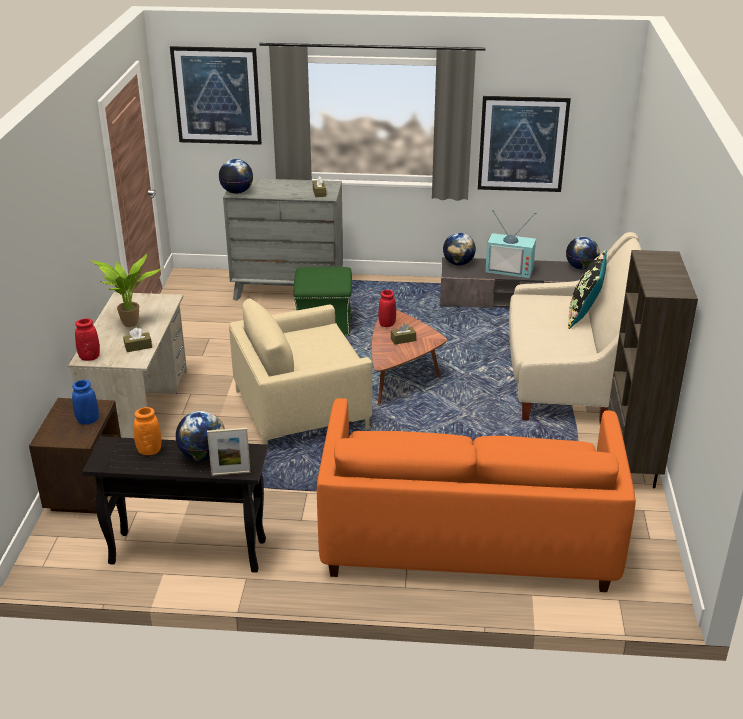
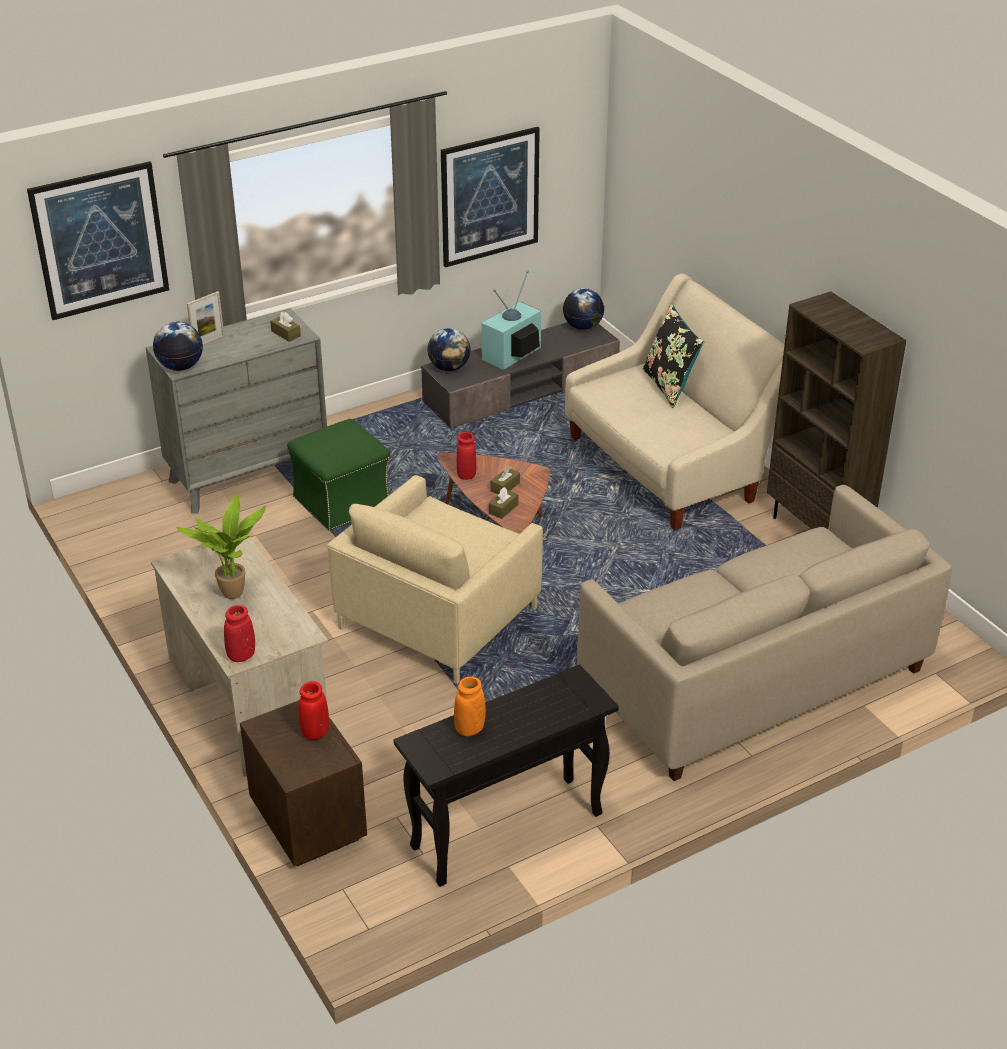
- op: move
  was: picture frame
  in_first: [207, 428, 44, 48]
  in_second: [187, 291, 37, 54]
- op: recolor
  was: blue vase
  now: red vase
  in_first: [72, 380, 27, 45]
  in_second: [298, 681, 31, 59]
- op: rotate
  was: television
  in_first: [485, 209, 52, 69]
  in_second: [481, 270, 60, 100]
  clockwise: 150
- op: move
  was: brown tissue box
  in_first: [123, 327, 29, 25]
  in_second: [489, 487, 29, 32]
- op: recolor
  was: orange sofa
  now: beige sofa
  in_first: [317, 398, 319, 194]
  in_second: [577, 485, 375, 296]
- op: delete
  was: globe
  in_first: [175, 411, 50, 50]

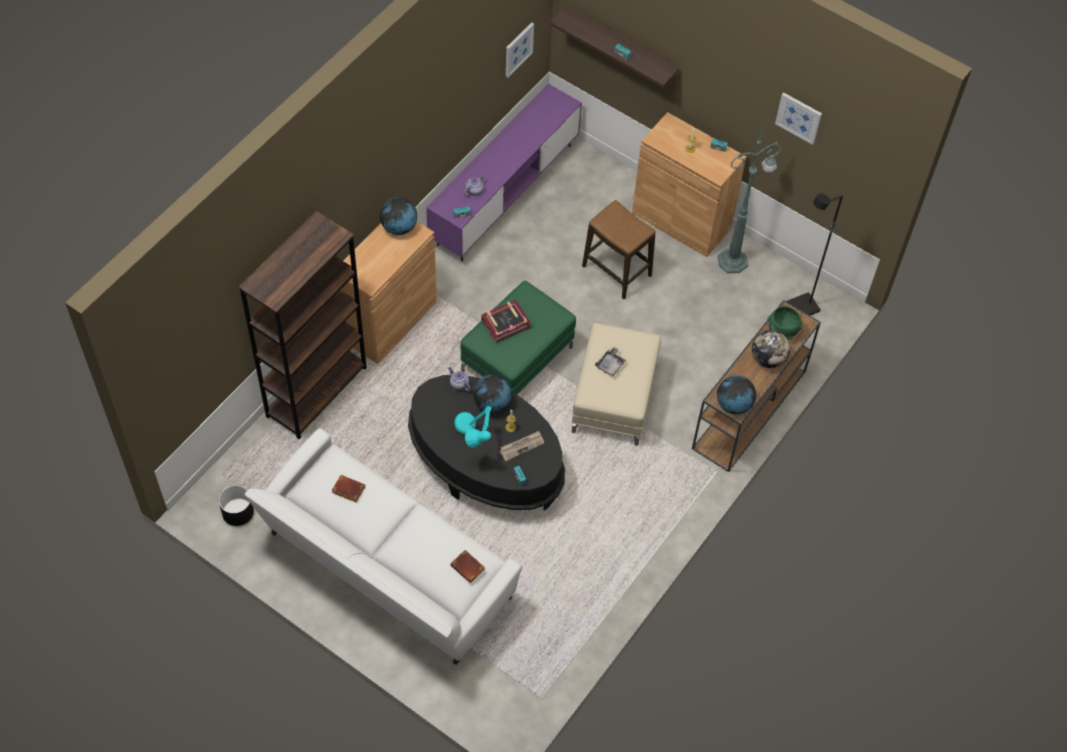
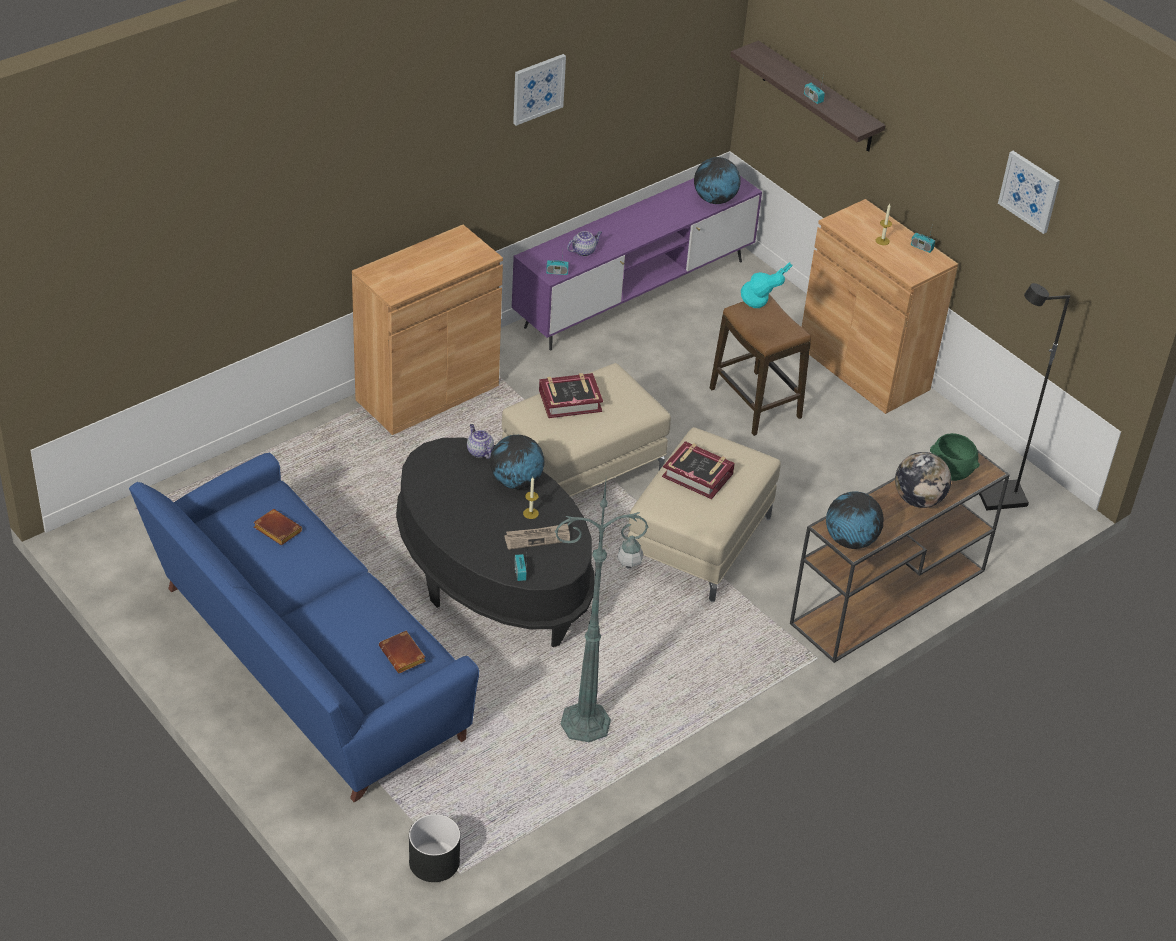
- op: recolor
  was: white sofa
  now: blue sofa
  in_first: [245, 428, 277, 237]
  in_second: [129, 453, 350, 349]
- op: move
  was: black planter
  in_first: [219, 485, 35, 41]
  in_second: [409, 814, 51, 68]
- op: recolor
  was: green ottoman
  now: beige ottoman
  in_first: [460, 281, 116, 113]
  in_second: [502, 363, 169, 134]
- op: move
  was: picture
  in_first: [506, 22, 28, 55]
  in_second: [513, 54, 53, 72]
- op: move
  was: green floor lamp
  in_first: [717, 130, 64, 143]
  in_second: [555, 481, 94, 261]
- op: replace
  was: grey tray
  now: book
  in_first: [595, 346, 31, 30]
  in_second: [662, 441, 73, 58]
- op: move
  was: globe
  in_first: [380, 197, 37, 38]
  in_second: [694, 157, 47, 47]
- op: move
  was: turquoise table lamp
  in_first: [454, 406, 38, 42]
  in_second: [741, 262, 52, 46]
- op: delete
  was: brown bookcase
  in_first: [239, 211, 128, 228]

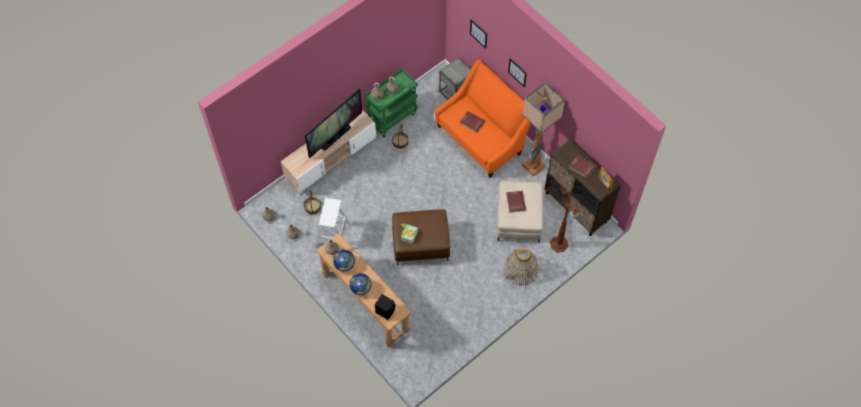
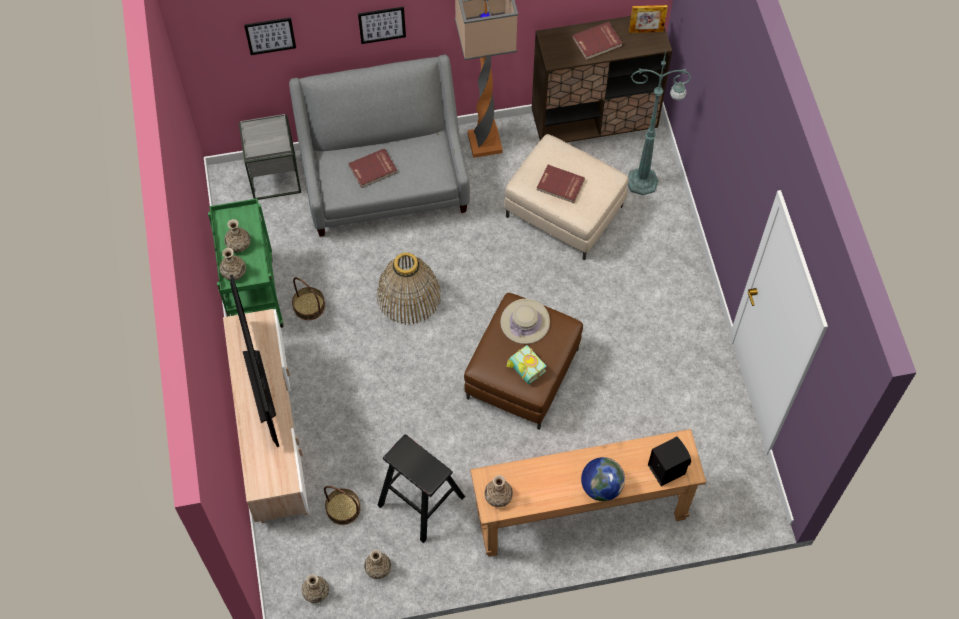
- op: recolor
  was: orange sofa
  now: grey sofa
  in_first: [435, 59, 96, 119]
  in_second: [289, 55, 181, 182]
- op: move
  was: basket
  in_first: [504, 248, 35, 38]
  in_second: [377, 252, 64, 73]
- op: recolor
  was: white stool
  now: black stool
  in_first: [315, 198, 38, 48]
  in_second: [377, 434, 88, 109]
- op: insert
  now: beige hat
  in_second: [500, 299, 50, 45]
- op: recolor
  was: brown floor lamp
  now: green floor lamp
  in_first: [550, 185, 29, 68]
  in_second: [628, 51, 63, 144]
- op: delete
  was: globe
  in_first: [333, 250, 22, 21]

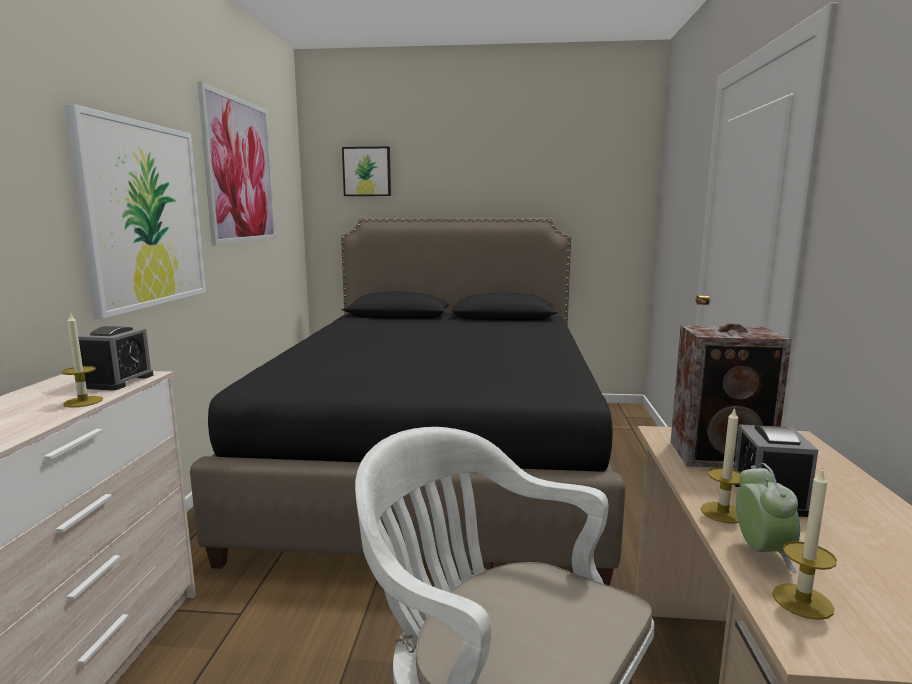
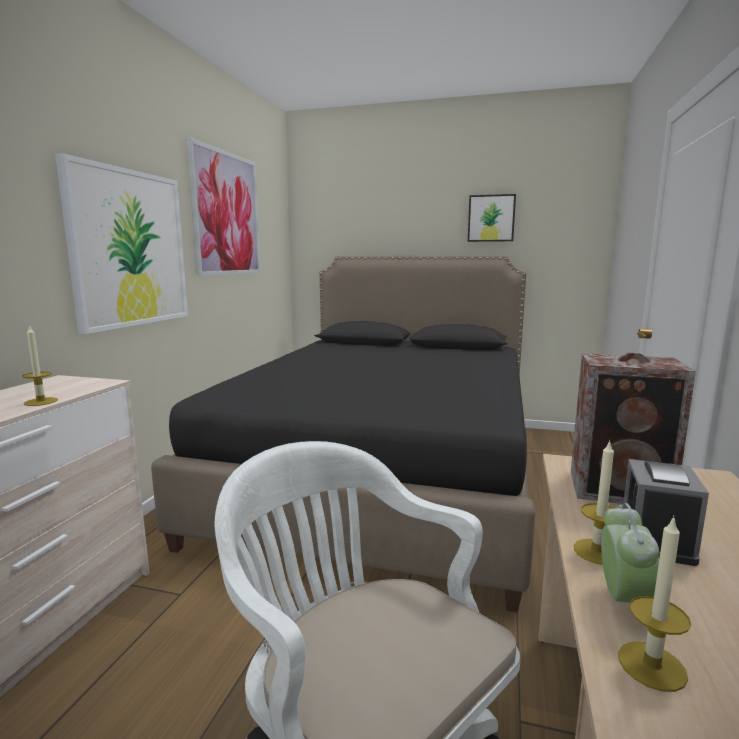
- op: move
  was: picture
  in_first: [342, 147, 49, 49]
  in_second: [468, 194, 48, 48]
- op: delete
  was: alarm clock
  in_first: [78, 326, 75, 65]

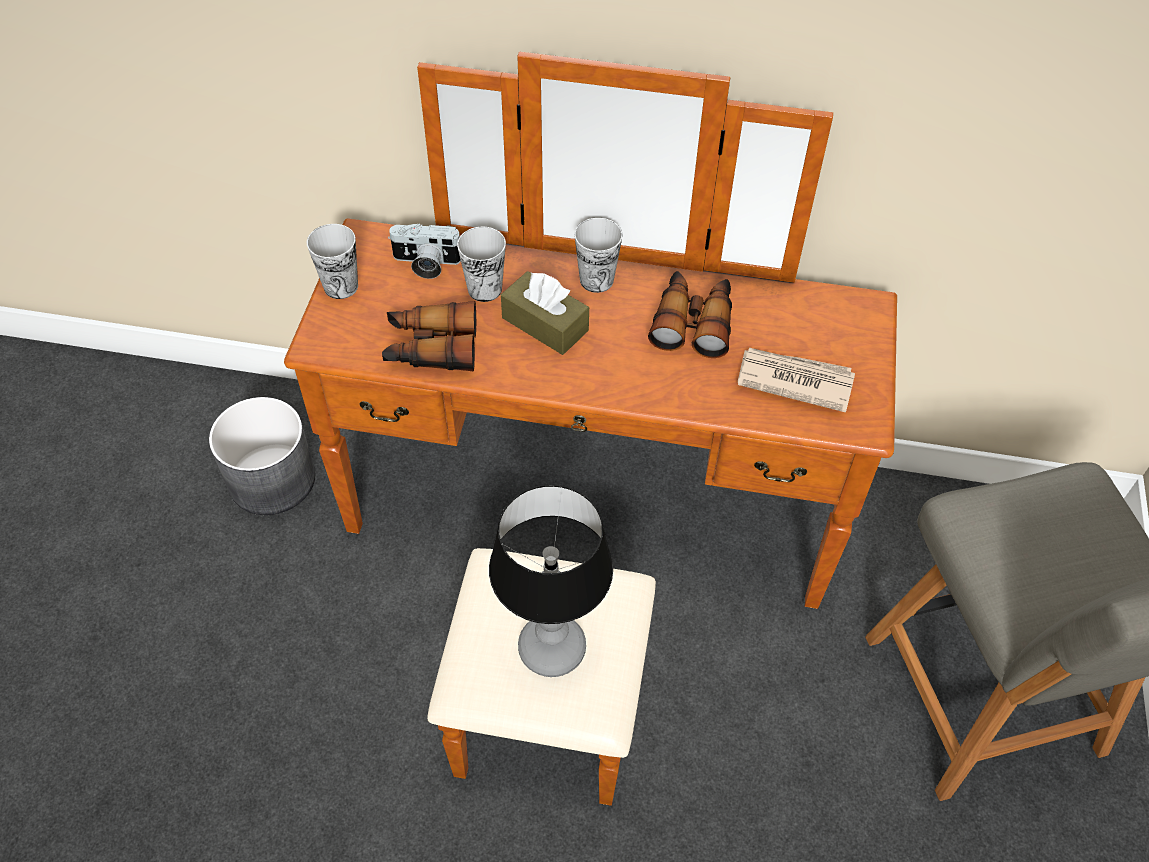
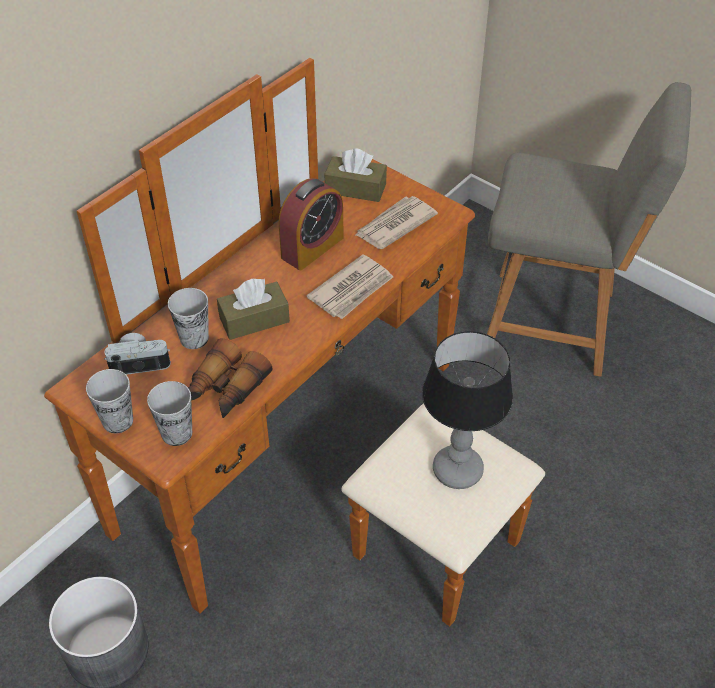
- op: rotate
  was: photo camera
  in_first: [388, 223, 73, 56]
  in_second: [104, 333, 67, 42]
  clockwise: -135
- op: move
  was: cup
  in_first: [574, 218, 49, 75]
  in_second: [147, 381, 45, 65]
- op: replace
  was: binoculars
  now: alarm clock
  in_first: [648, 271, 84, 87]
  in_second: [279, 178, 65, 92]
- op: insert
  now: newspaper
  in_second: [306, 255, 87, 64]
- op: insert
  now: brown tissue box
  in_second: [324, 148, 63, 54]

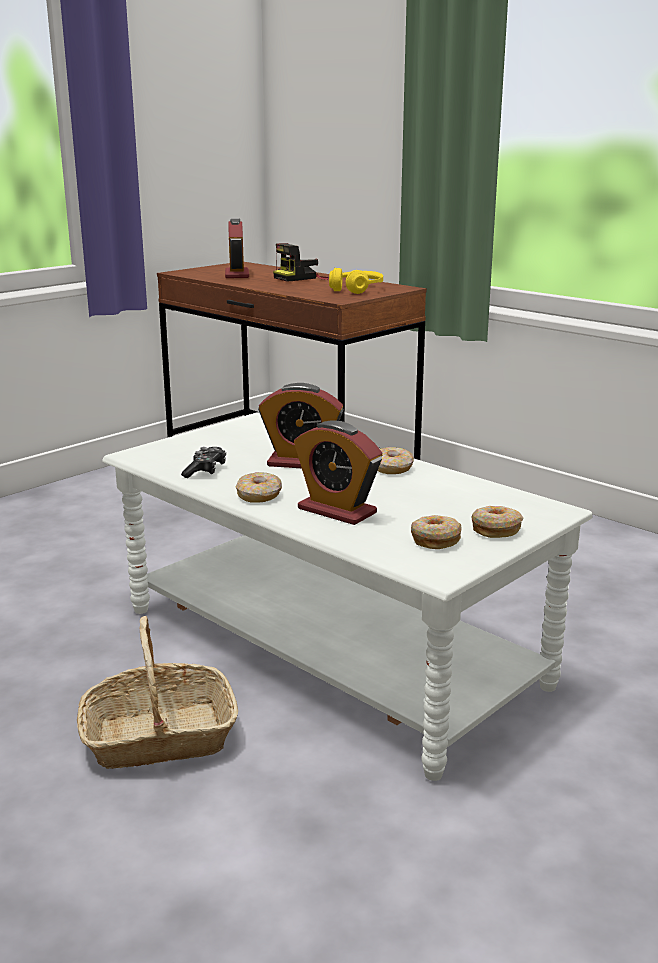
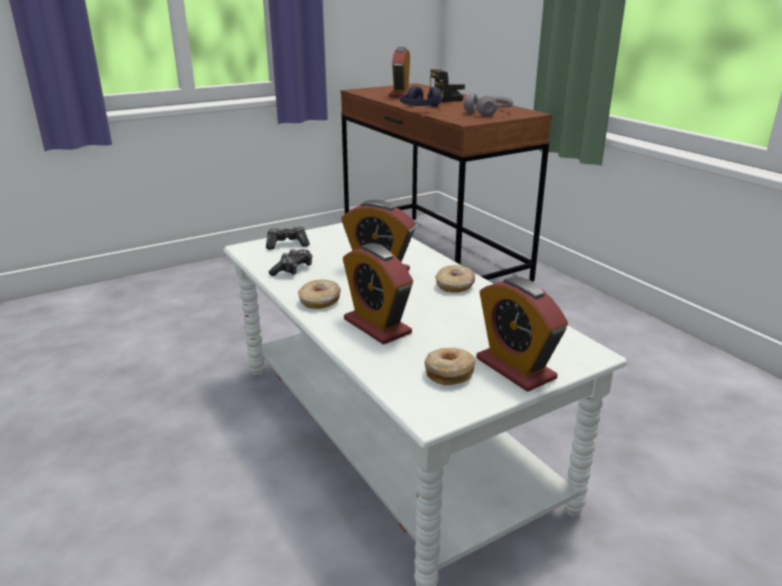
- op: insert
  now: game controller
  in_second: [266, 227, 44, 23]
- op: insert
  now: purple headphones
  in_second: [400, 86, 43, 21]
- op: recolor
  was: yellow headphones
  now: grey headphones
  in_first: [329, 268, 54, 26]
  in_second: [464, 93, 49, 24]
- op: replace
  was: donut
  now: alarm clock
  in_first: [471, 506, 52, 32]
  in_second: [476, 277, 92, 115]
- op: delete
  was: basket
  in_first: [77, 616, 161, 153]

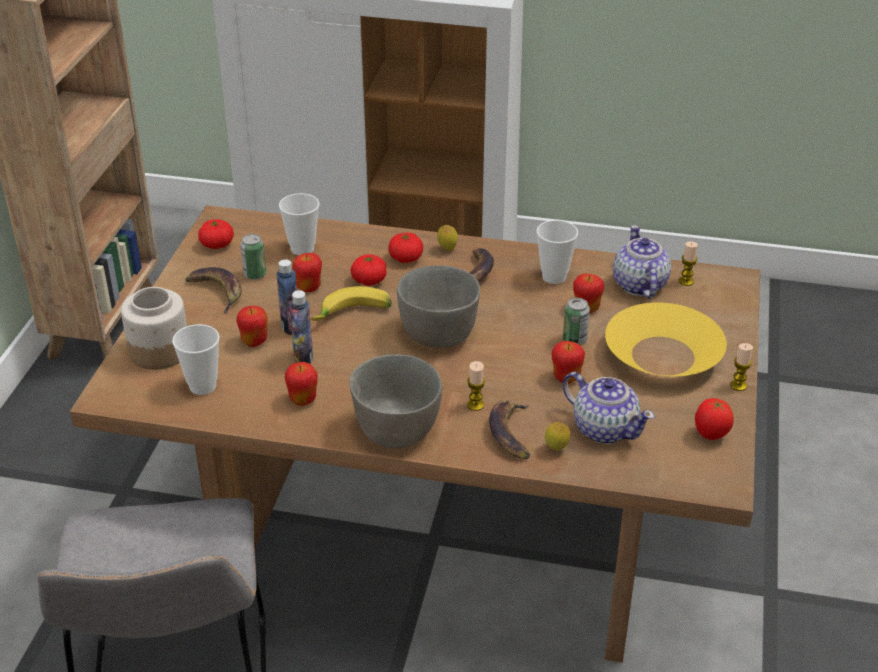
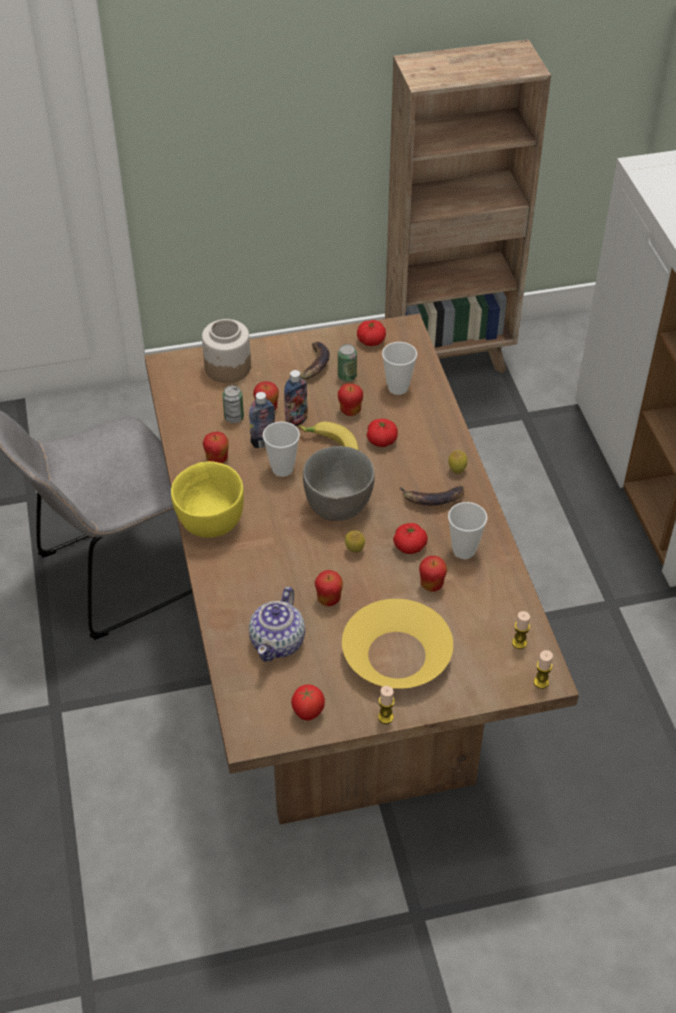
- op: recolor
  was: grey bowl
  now: yellow bowl
  in_first: [349, 354, 93, 95]
  in_second: [171, 461, 73, 77]
- op: move
  was: can
  in_first: [563, 298, 27, 47]
  in_second: [222, 385, 22, 38]
- op: move
  was: cup
  in_first: [172, 324, 48, 71]
  in_second: [263, 422, 37, 55]
- op: move
  was: lemon
  in_first: [545, 422, 25, 29]
  in_second: [345, 530, 20, 22]
- op: move
  was: tomato
  in_first: [388, 233, 35, 30]
  in_second: [393, 523, 35, 31]
- op: move
  was: candle
  in_first: [467, 361, 18, 50]
  in_second: [534, 650, 19, 39]
- op: delete
  was: banana
  in_first: [489, 400, 41, 59]
- op: delete
  was: teapot
  in_first: [613, 225, 58, 74]

